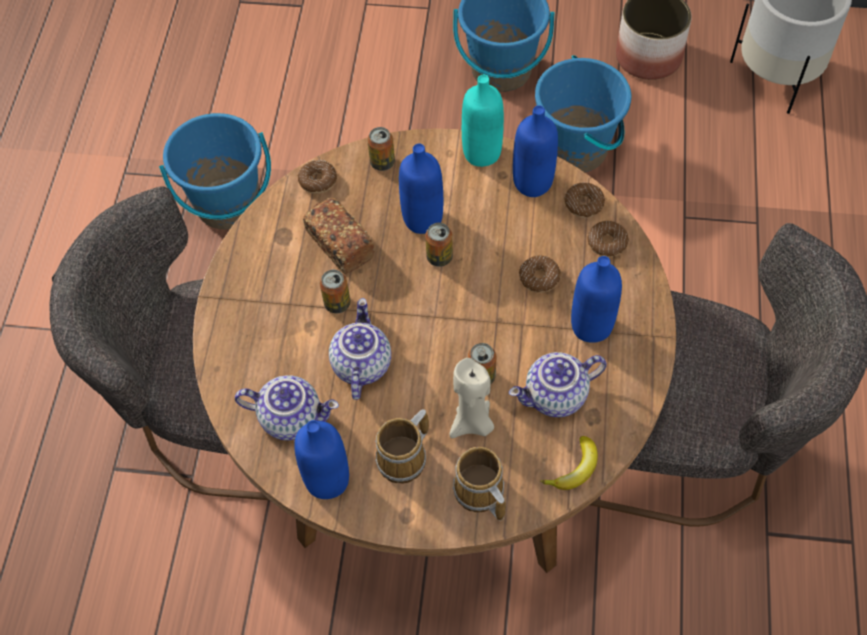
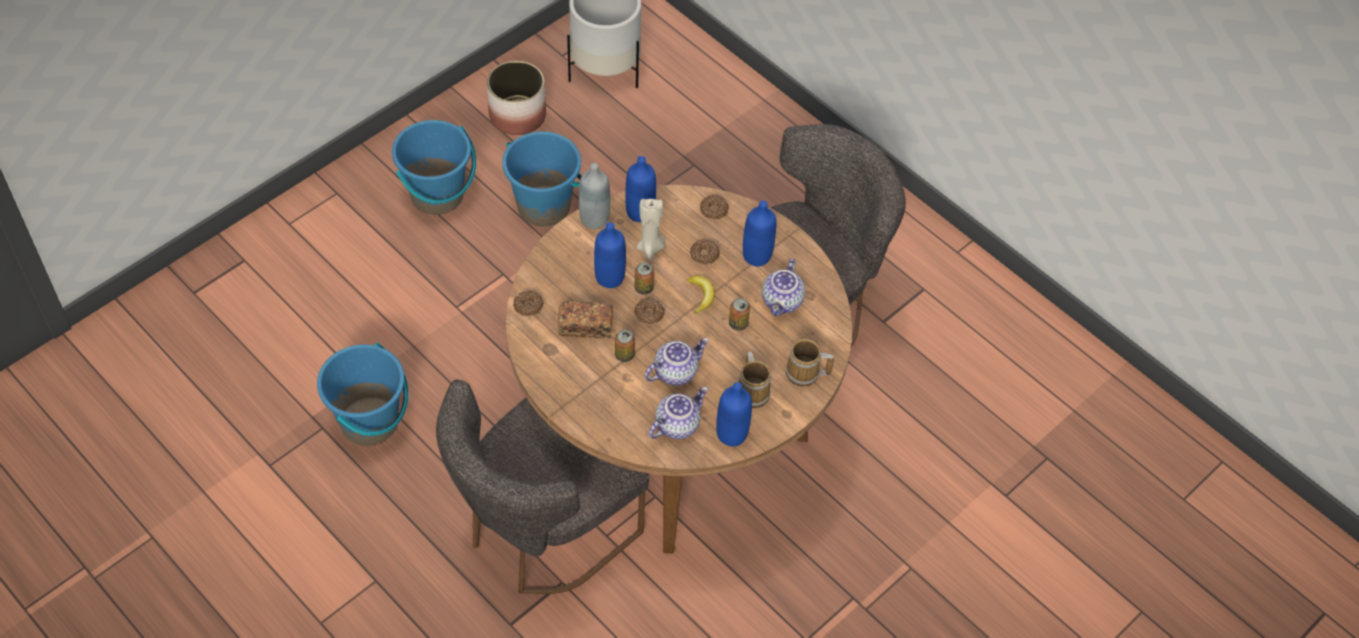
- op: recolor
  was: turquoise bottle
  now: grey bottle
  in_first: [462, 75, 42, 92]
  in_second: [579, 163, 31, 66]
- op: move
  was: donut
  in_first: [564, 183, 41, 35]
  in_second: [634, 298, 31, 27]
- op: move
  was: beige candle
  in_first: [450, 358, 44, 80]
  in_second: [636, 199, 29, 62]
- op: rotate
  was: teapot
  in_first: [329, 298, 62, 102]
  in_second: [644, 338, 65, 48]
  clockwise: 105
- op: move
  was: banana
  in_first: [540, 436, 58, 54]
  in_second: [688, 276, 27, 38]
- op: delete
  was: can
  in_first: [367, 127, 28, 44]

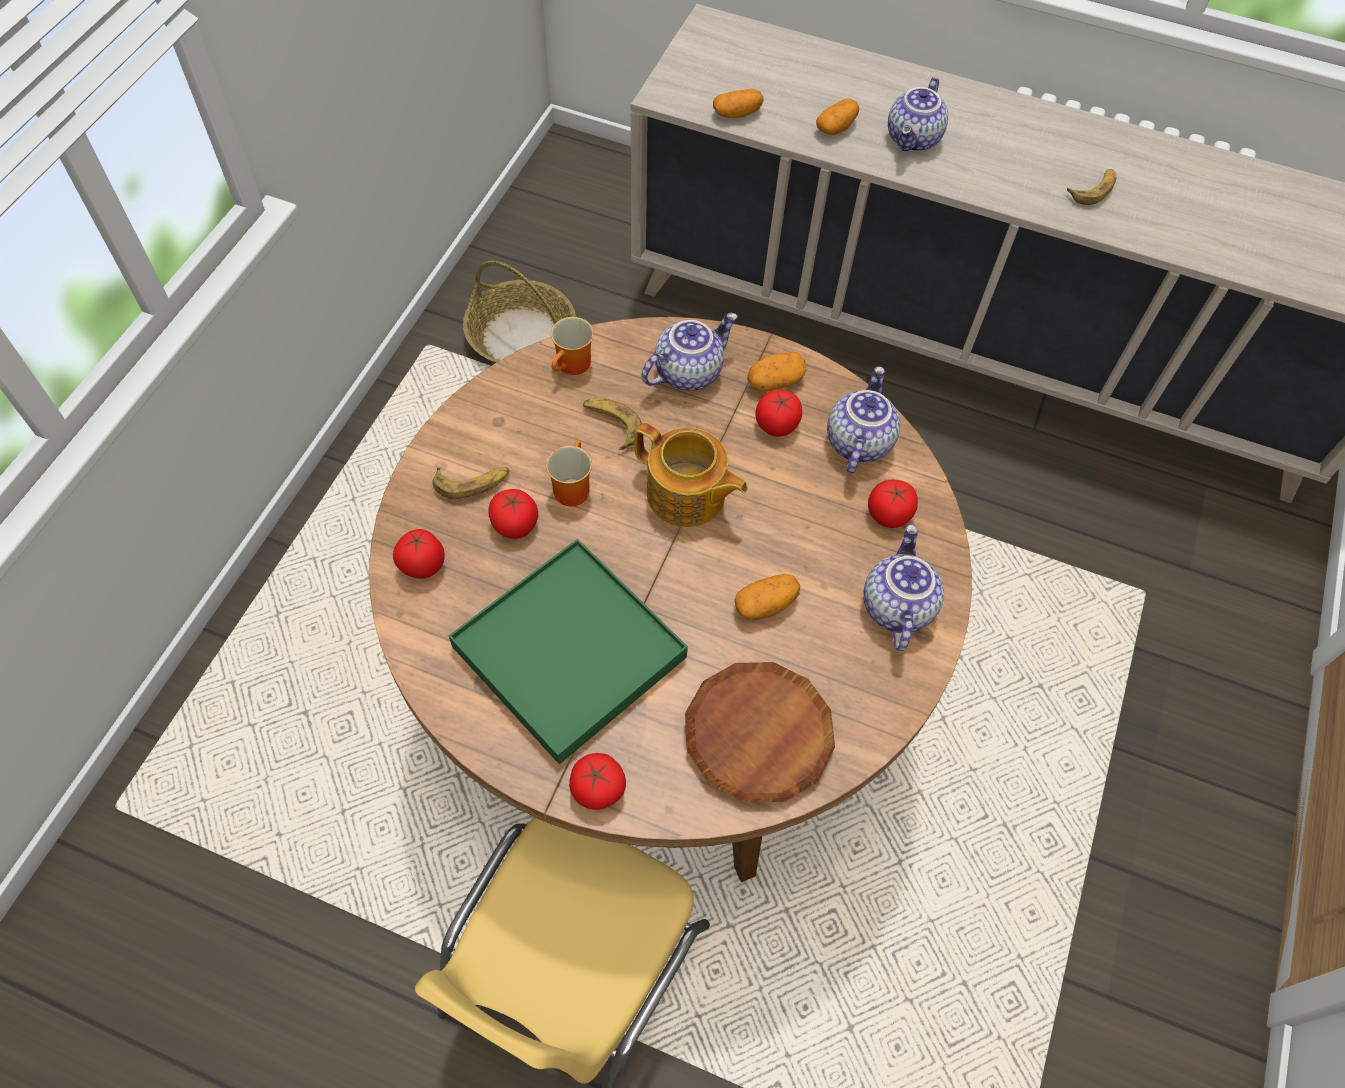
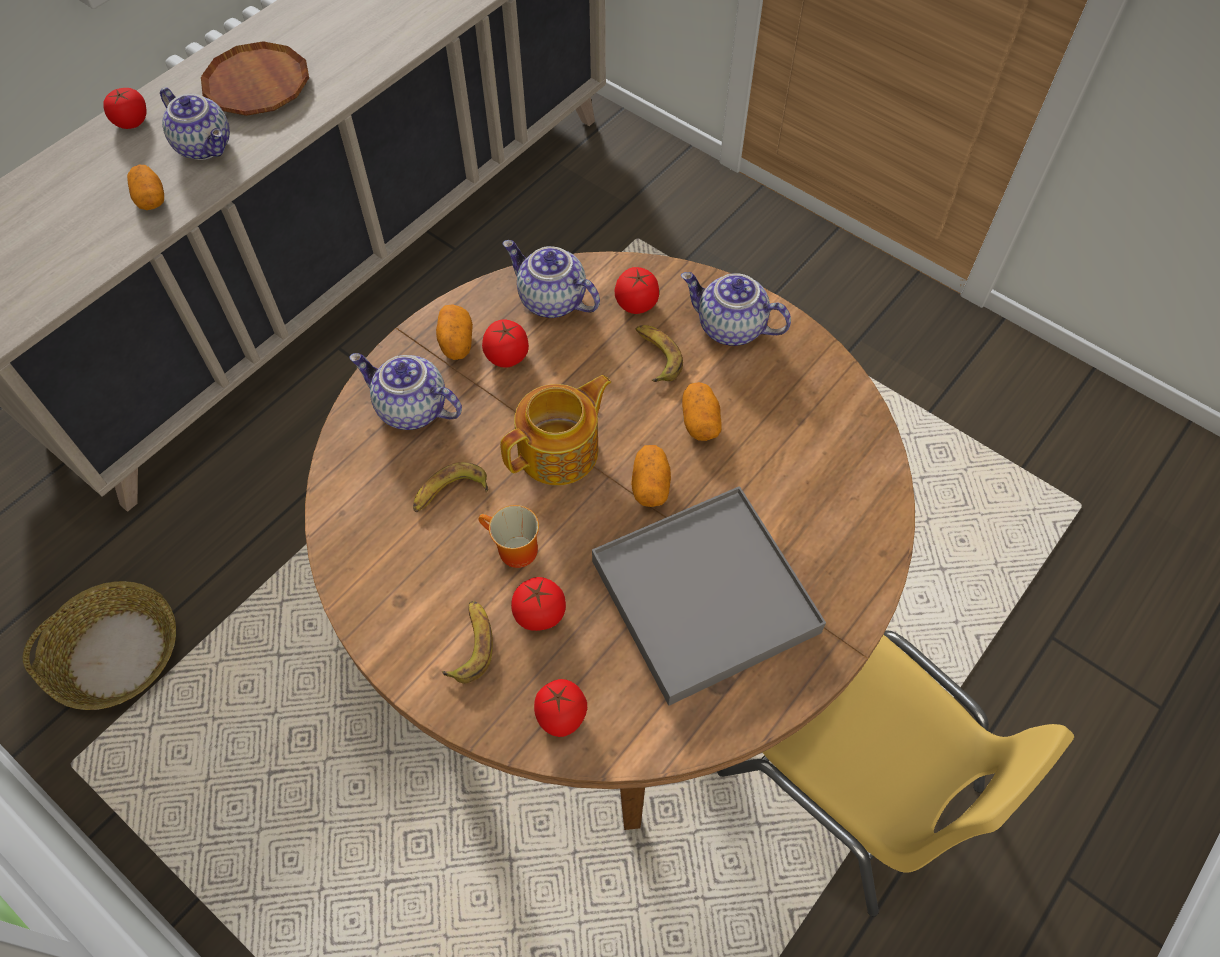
- op: move
  was: tomato
  in_first: [569, 753, 57, 57]
  in_second: [103, 88, 43, 41]
- op: move
  was: brown plate
  in_first: [685, 662, 150, 141]
  in_second: [201, 41, 108, 75]
- op: rotate
  was: teapot
  in_first: [642, 313, 96, 77]
  in_second: [349, 353, 113, 77]
  clockwise: -45
- op: recolor
  was: green tray
  now: grey tray
  in_first: [449, 539, 239, 225]
  in_second: [592, 486, 234, 220]
- op: move
  was: potato
  in_first: [713, 89, 51, 29]
  in_second: [631, 445, 40, 62]
- op: move
  was: banana
  in_first: [1067, 169, 50, 36]
  in_second: [635, 325, 48, 57]
- op: delete
  was: mug
  in_first: [551, 317, 43, 58]

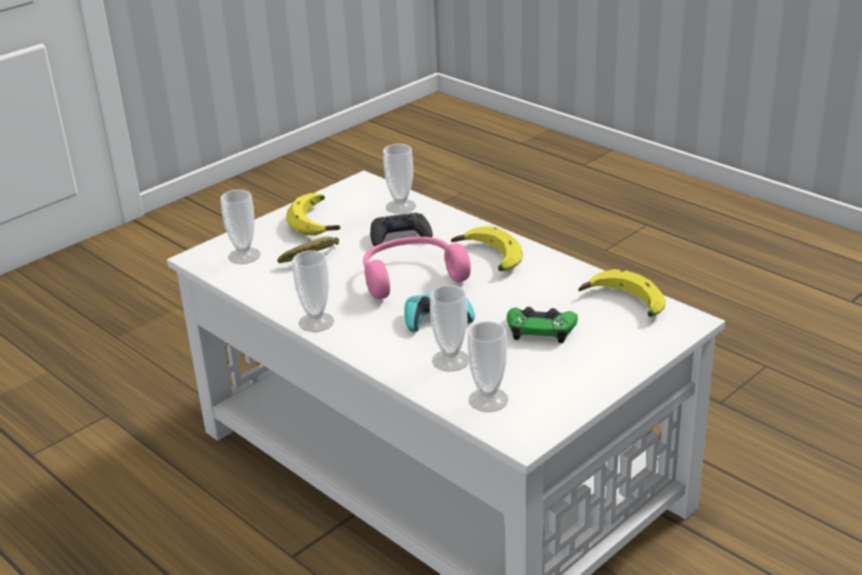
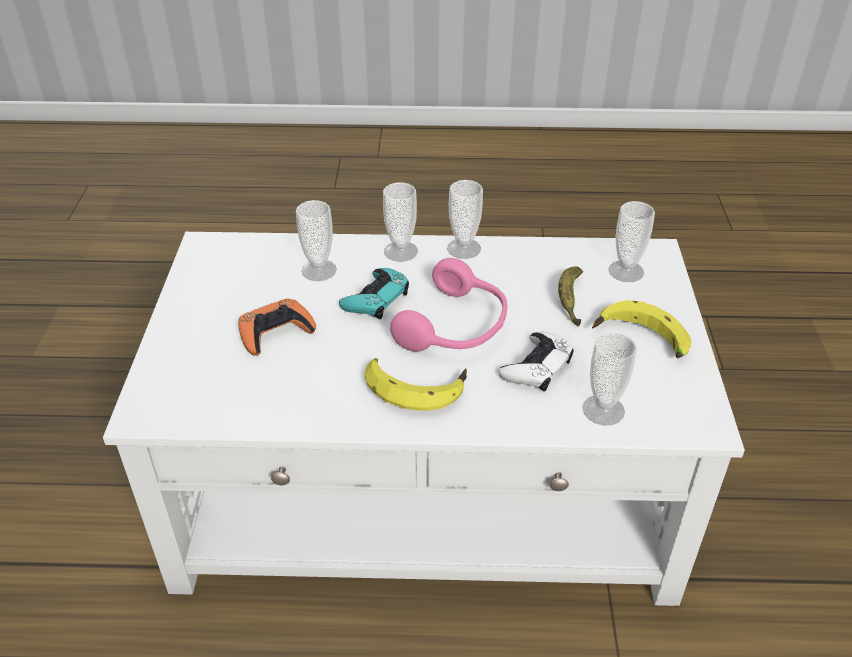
- op: recolor
  was: green game controller
  now: orange game controller
  in_first: [507, 307, 71, 36]
  in_second: [238, 299, 78, 57]
- op: move
  was: cup
  in_first: [468, 321, 40, 91]
  in_second: [383, 182, 35, 80]
- op: recolor
  was: black game controller
  now: white game controller
  in_first: [370, 213, 63, 33]
  in_second: [499, 332, 75, 59]
- op: delete
  was: banana
  in_first: [578, 269, 88, 48]

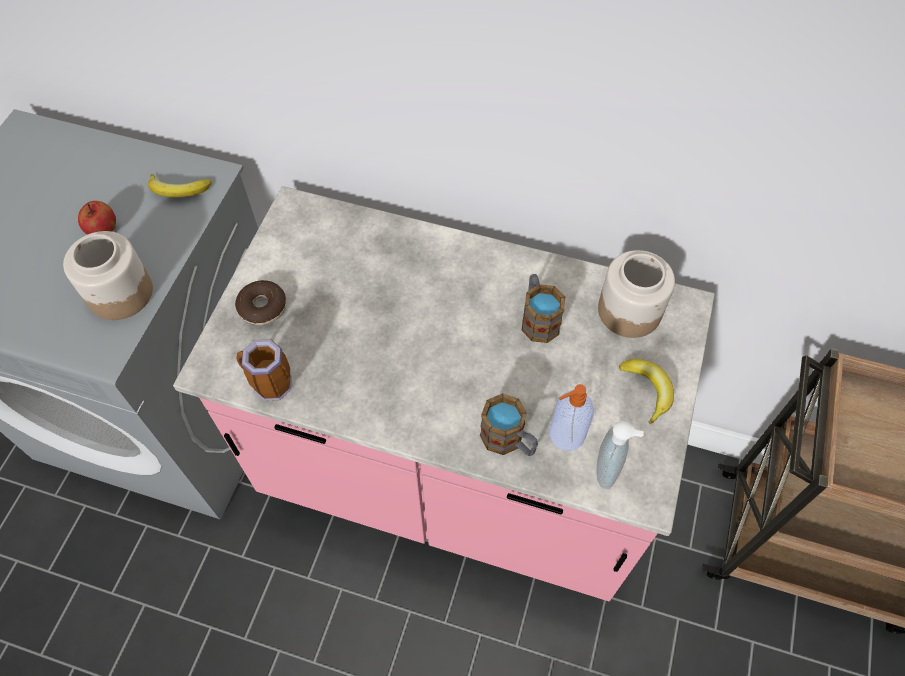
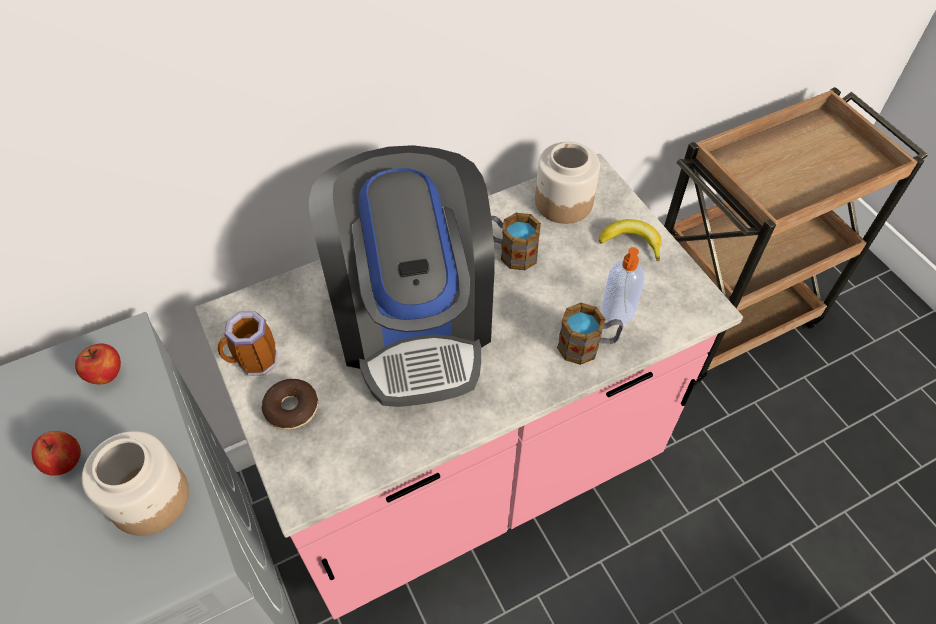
- op: replace
  was: banana
  now: apple
  in_first: [148, 174, 63, 23]
  in_second: [75, 343, 46, 41]
- op: move
  was: mug
  in_first: [237, 339, 55, 62]
  in_second: [218, 311, 60, 65]
- op: insert
  now: coffee machine
  in_second: [309, 145, 186, 262]
- op: delete
  was: soap dispenser
  in_first: [597, 421, 47, 68]

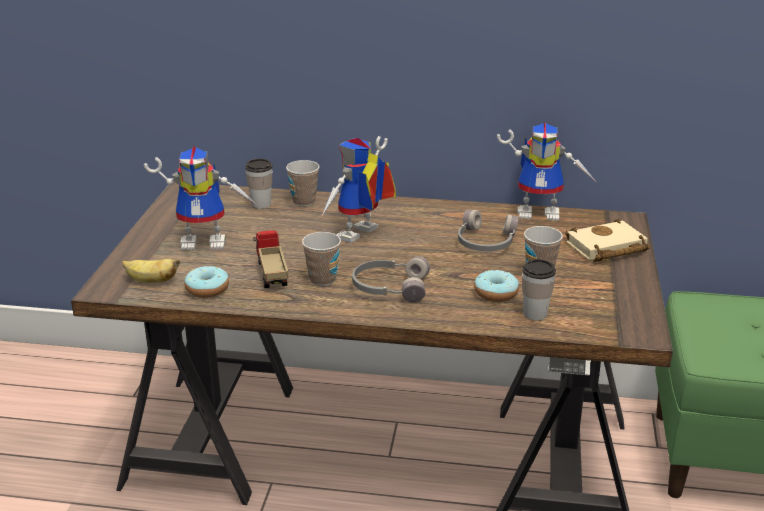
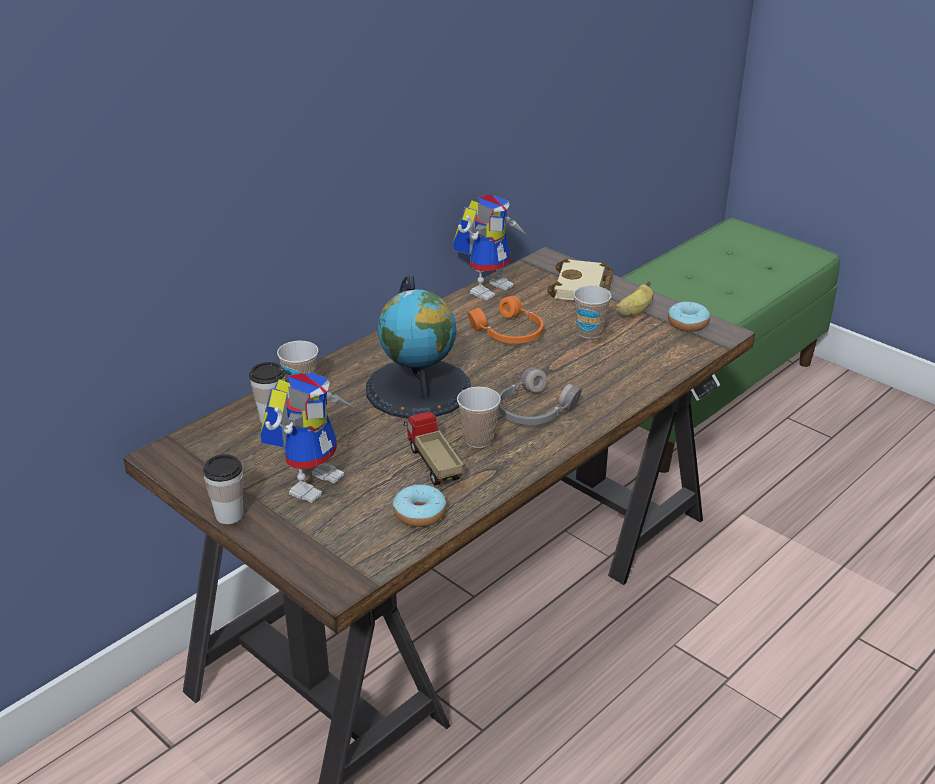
- op: move
  was: cup
  in_first: [522, 259, 34, 62]
  in_second: [203, 454, 41, 70]
- op: replace
  was: toy robot
  now: globe
  in_first: [321, 136, 75, 107]
  in_second: [366, 275, 105, 144]
- op: rotate
  was: toy truck
  in_first: [253, 230, 36, 58]
  in_second: [404, 412, 60, 73]
  clockwise: 45
- op: recolor
  was: grey headphones
  now: orange headphones
  in_first: [458, 210, 61, 42]
  in_second: [468, 296, 75, 48]
- op: move
  was: banana
  in_first: [122, 259, 58, 24]
  in_second: [615, 281, 39, 36]
- op: move
  was: donut
  in_first: [474, 270, 45, 32]
  in_second: [668, 301, 42, 31]

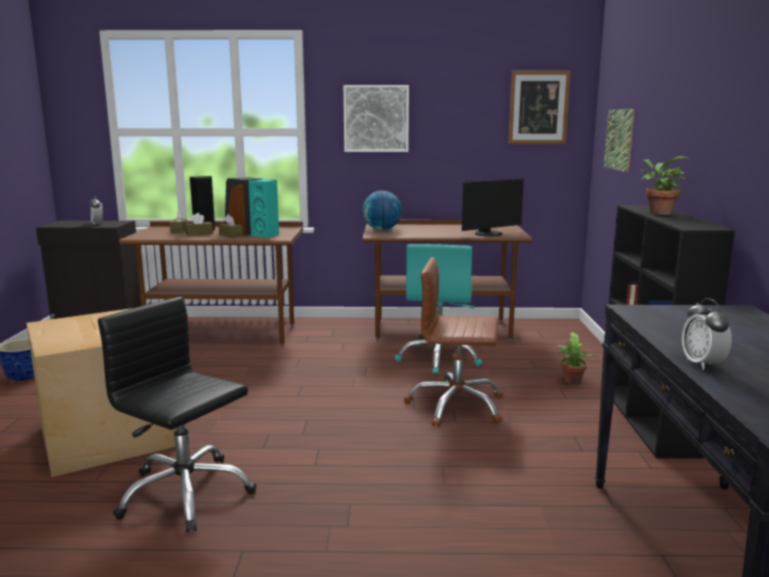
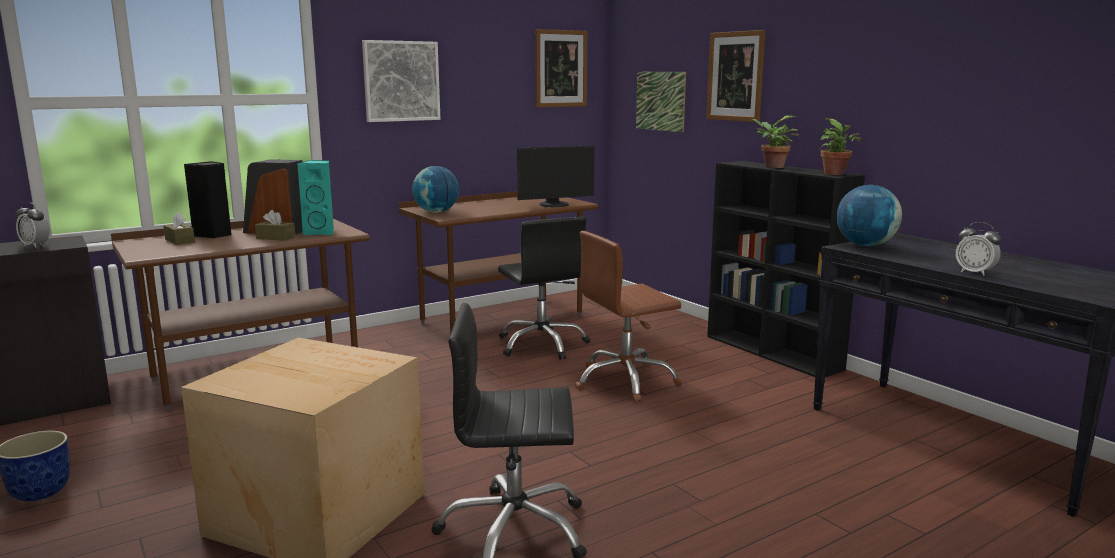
- op: recolor
  was: turquoise office chair
  now: black office chair
  in_first: [395, 244, 87, 130]
  in_second: [498, 217, 92, 143]
- op: rotate
  was: monitor
  in_first: [462, 178, 62, 59]
  in_second: [517, 145, 78, 62]
  clockwise: 45
- op: insert
  now: picture
  in_second: [706, 30, 59, 92]
- op: move
  was: potted plant
  in_first: [556, 332, 42, 52]
  in_second: [820, 118, 42, 57]
- op: insert
  now: globe
  in_second: [836, 185, 66, 61]
- op: delete
  was: brown tissue box
  in_first: [185, 213, 28, 23]

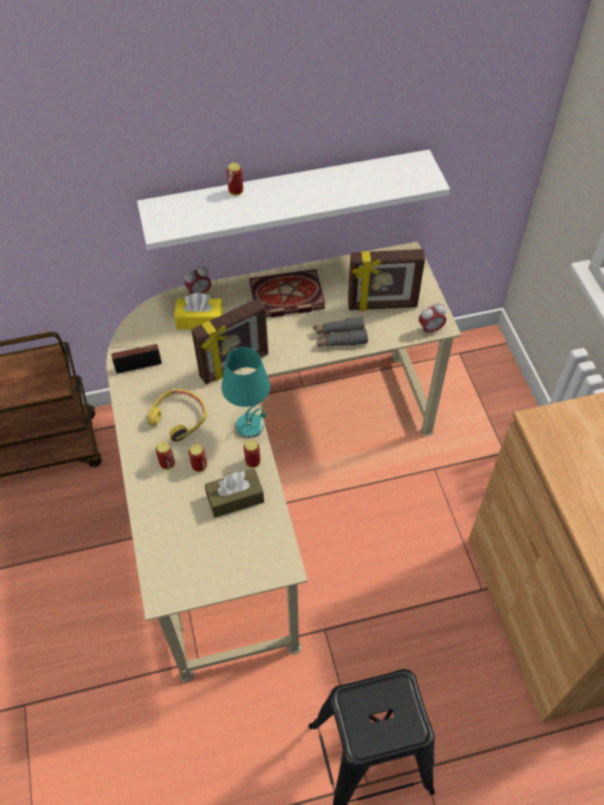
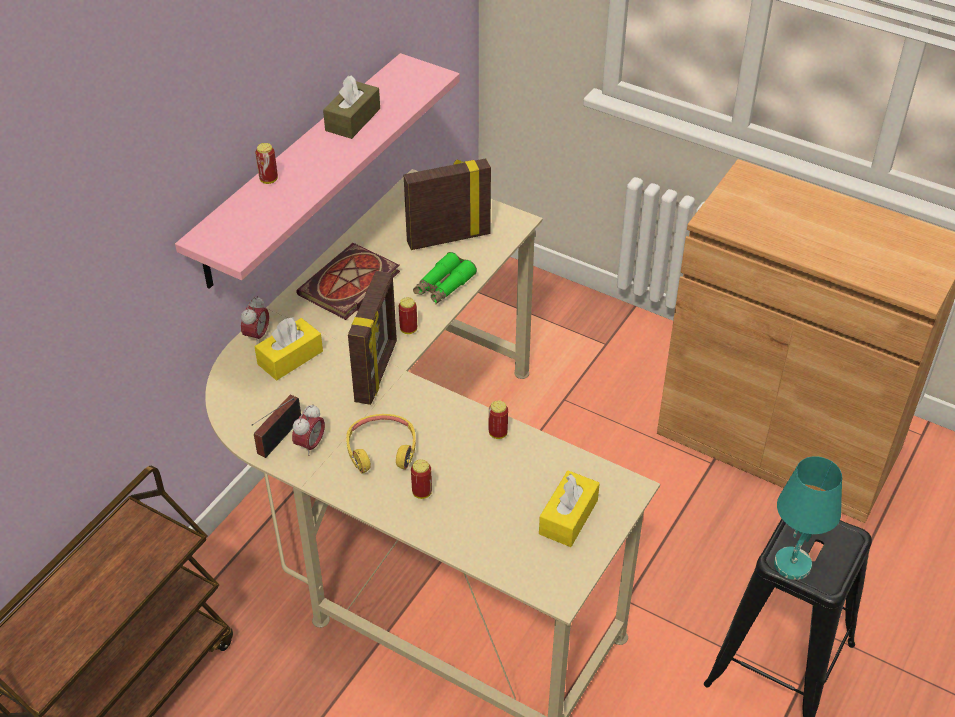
- op: recolor
  was: white shelf
  now: pink shelf
  in_first: [137, 150, 313, 100]
  in_second: [175, 53, 285, 236]
- op: move
  was: alarm clock
  in_first: [419, 303, 28, 32]
  in_second: [292, 404, 33, 52]
- op: move
  was: brown tissue box
  in_first: [205, 469, 59, 49]
  in_second: [323, 76, 57, 63]
- op: move
  was: can
  in_first: [189, 444, 18, 28]
  in_second: [399, 297, 18, 37]
- op: rotate
  was: picture frame
  in_first: [348, 249, 77, 62]
  in_second: [404, 159, 87, 91]
  clockwise: -150
- op: recolor
  was: grey binoculars
  now: green binoculars
  in_first: [313, 316, 55, 31]
  in_second: [413, 252, 64, 52]
- op: insert
  now: yellow tissue box
  in_second: [539, 470, 61, 77]
- op: move
  was: turquoise table lamp
  in_first: [222, 347, 48, 91]
  in_second: [774, 456, 68, 124]

